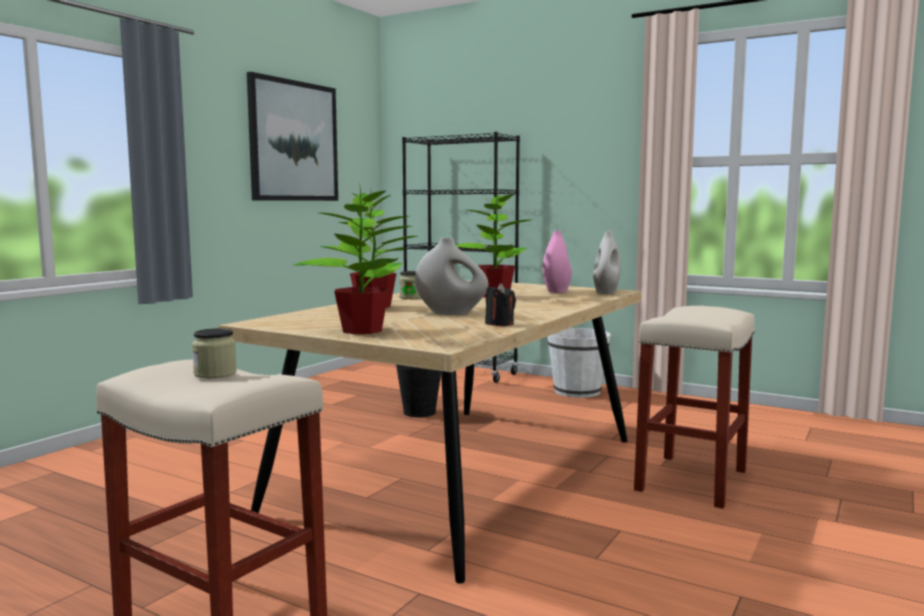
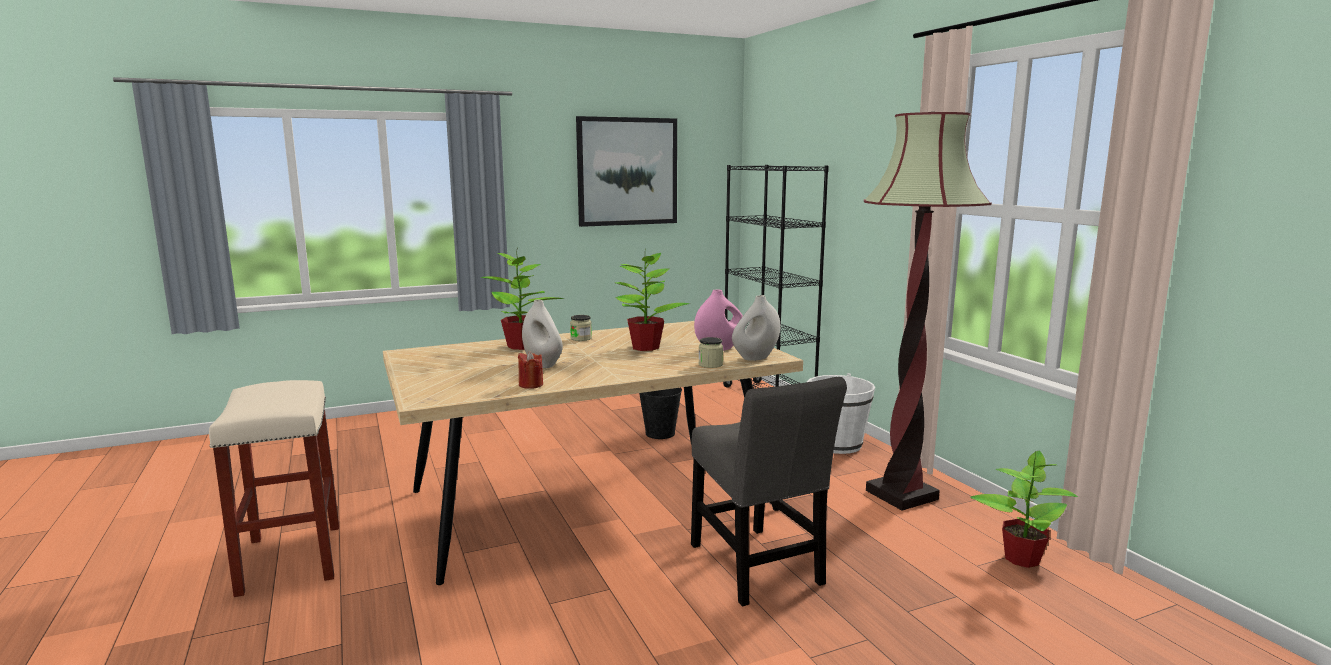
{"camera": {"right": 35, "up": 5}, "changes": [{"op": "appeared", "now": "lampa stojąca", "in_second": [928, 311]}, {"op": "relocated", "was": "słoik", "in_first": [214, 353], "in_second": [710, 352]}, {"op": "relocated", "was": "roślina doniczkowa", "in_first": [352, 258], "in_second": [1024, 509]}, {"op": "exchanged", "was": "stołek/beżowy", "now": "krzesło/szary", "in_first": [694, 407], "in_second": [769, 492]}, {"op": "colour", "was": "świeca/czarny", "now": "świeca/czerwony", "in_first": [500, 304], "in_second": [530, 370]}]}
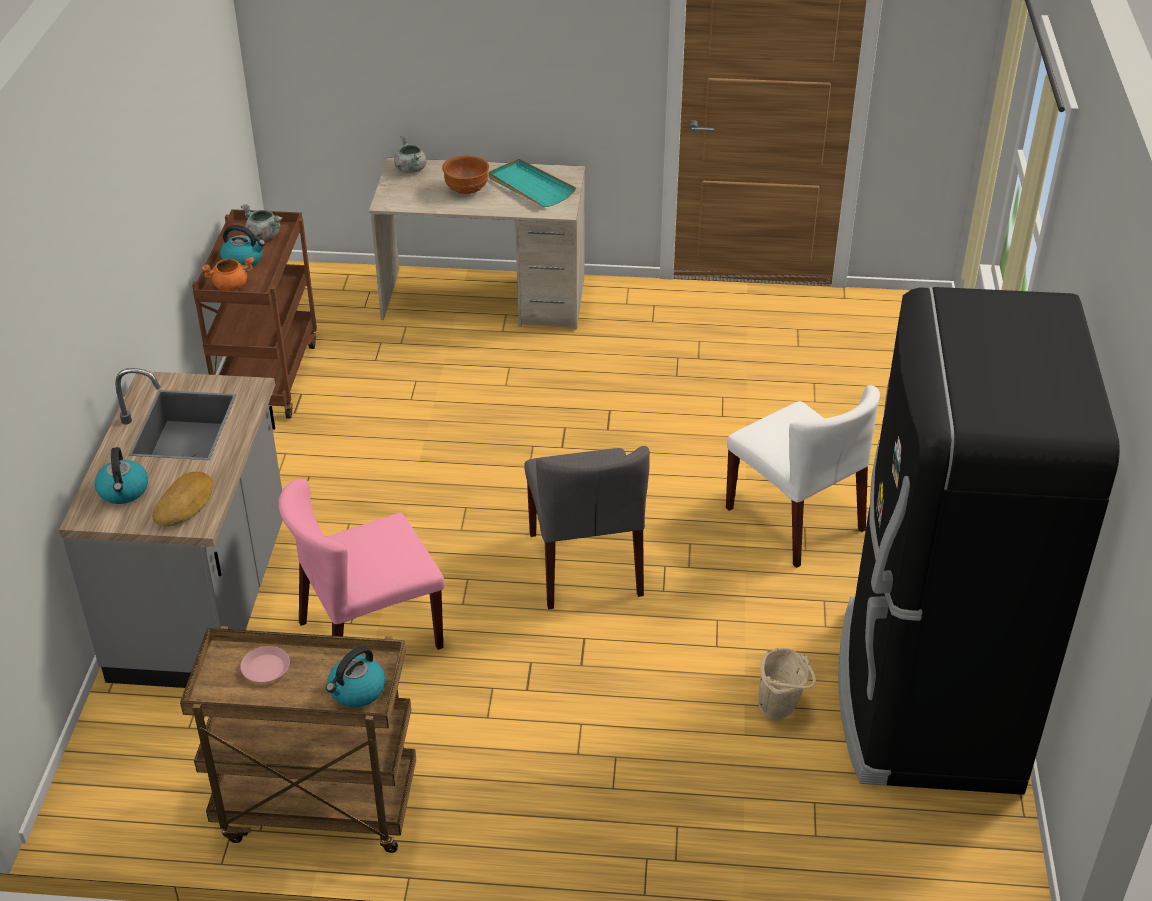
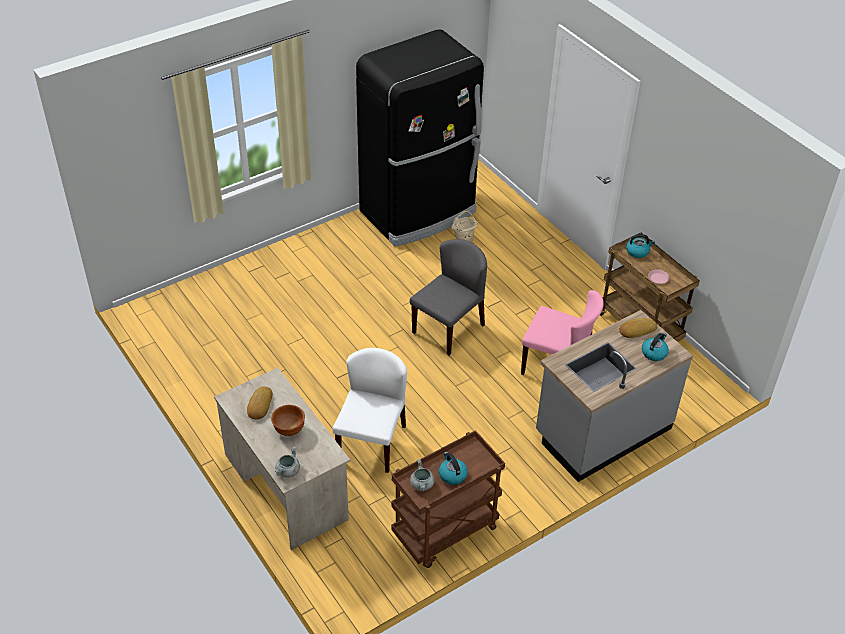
{"camera": {"right": -130, "up": 5}, "changes": [{"op": "missing", "was": "garnek/pomarańczowy", "in_first": [227, 274]}, {"op": "relocated", "was": "krzesło/biały", "in_first": [803, 476], "in_second": [369, 410]}, {"op": "exchanged", "was": "taca/turkusowy", "now": "chleb", "in_first": [532, 183], "in_second": [260, 403]}]}
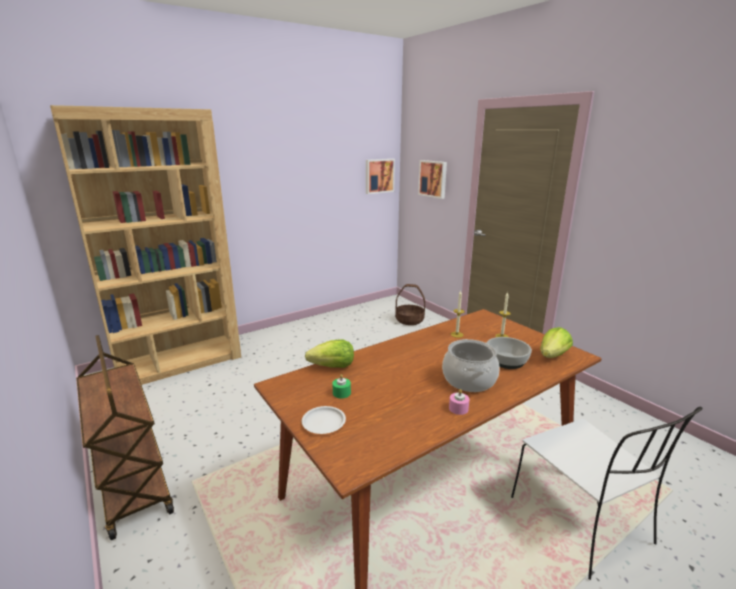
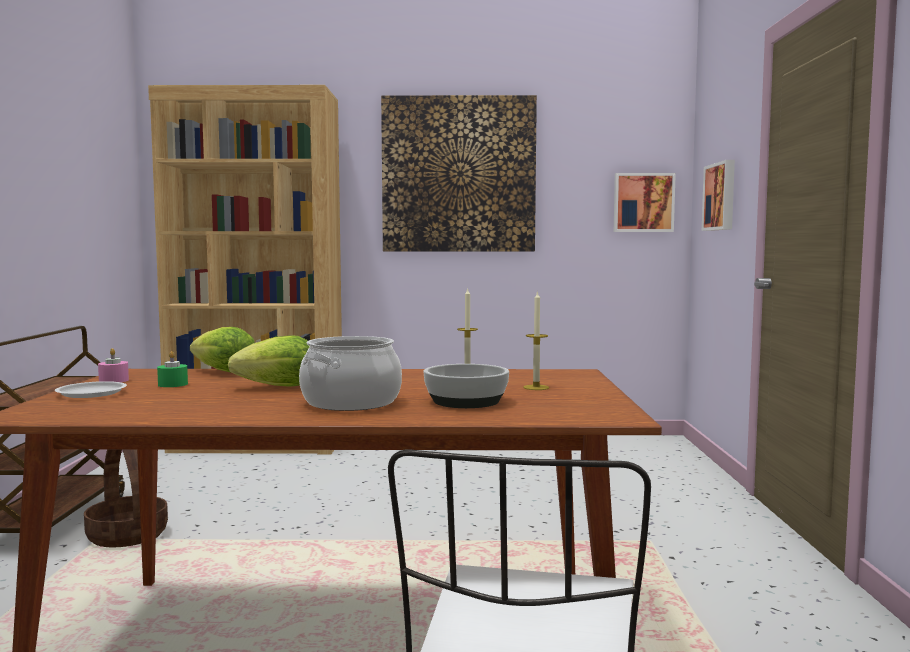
{"camera": {"right": 35, "up": -15}, "changes": [{"op": "appeared", "now": "obraz", "in_second": [459, 173]}, {"op": "relocated", "was": "koszyk", "in_first": [410, 304], "in_second": [126, 498]}, {"op": "relocated", "was": "świeca/różowy", "in_first": [459, 402], "in_second": [113, 365]}, {"op": "relocated", "was": "sałata", "in_first": [556, 342], "in_second": [269, 361]}]}
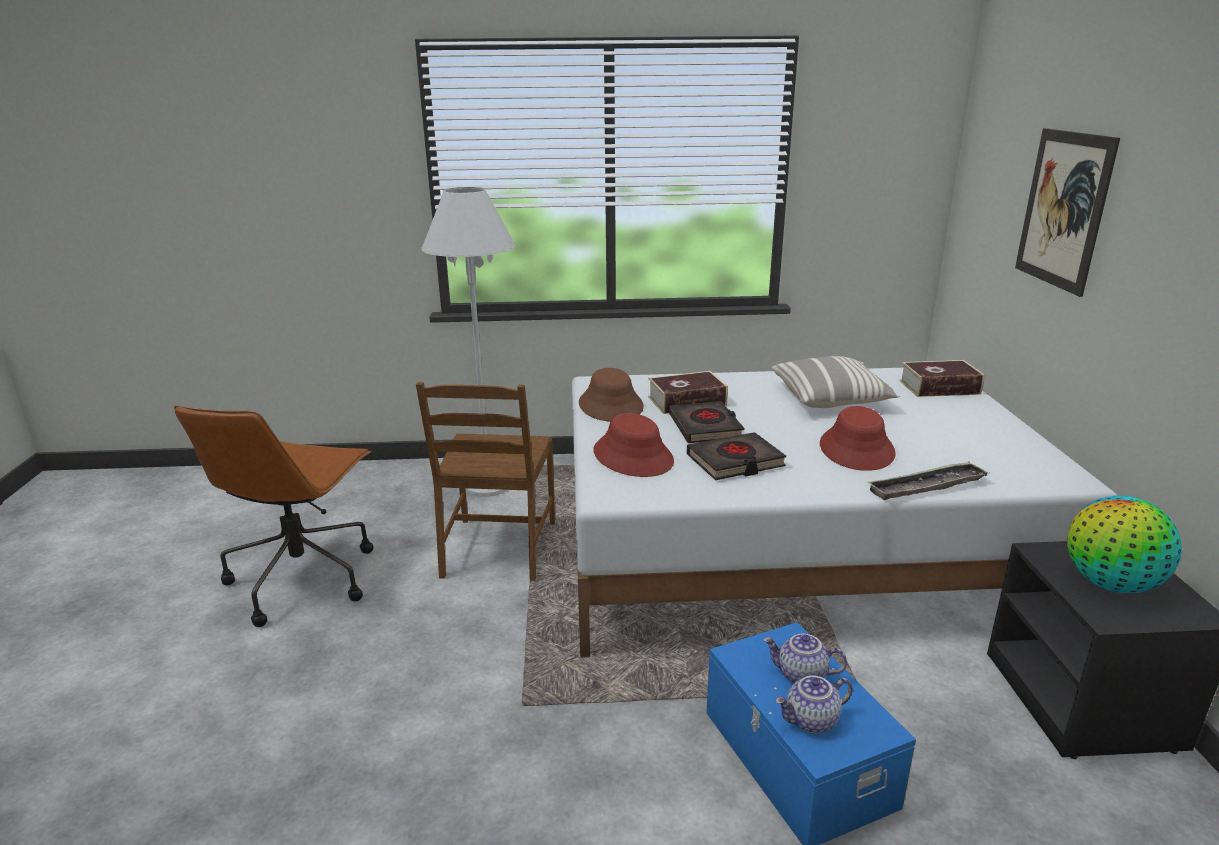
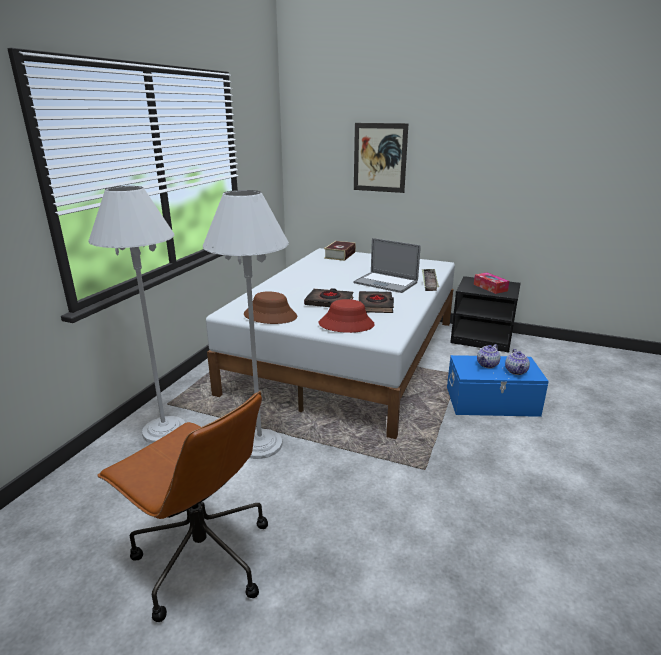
{"camera": {"right": -65, "up": 0}, "changes": [{"op": "missing", "was": "książka", "in_first": [688, 392]}, {"op": "missing", "was": "poduszka", "in_first": [836, 382]}, {"op": "exchanged", "was": "krzesło/brązowy", "now": "lampa stojąca/biały", "in_first": [485, 481], "in_second": [246, 324]}, {"op": "exchanged", "was": "kapelusz/czerwony", "now": "laptop", "in_first": [858, 438], "in_second": [387, 265]}, {"op": "exchanged", "was": "globus", "now": "pudełko chusteczek", "in_first": [1124, 544], "in_second": [491, 283]}]}
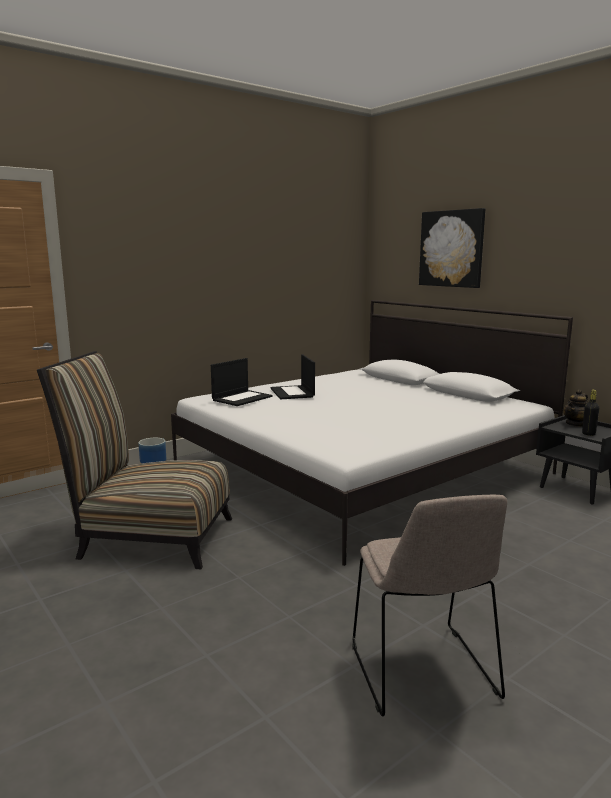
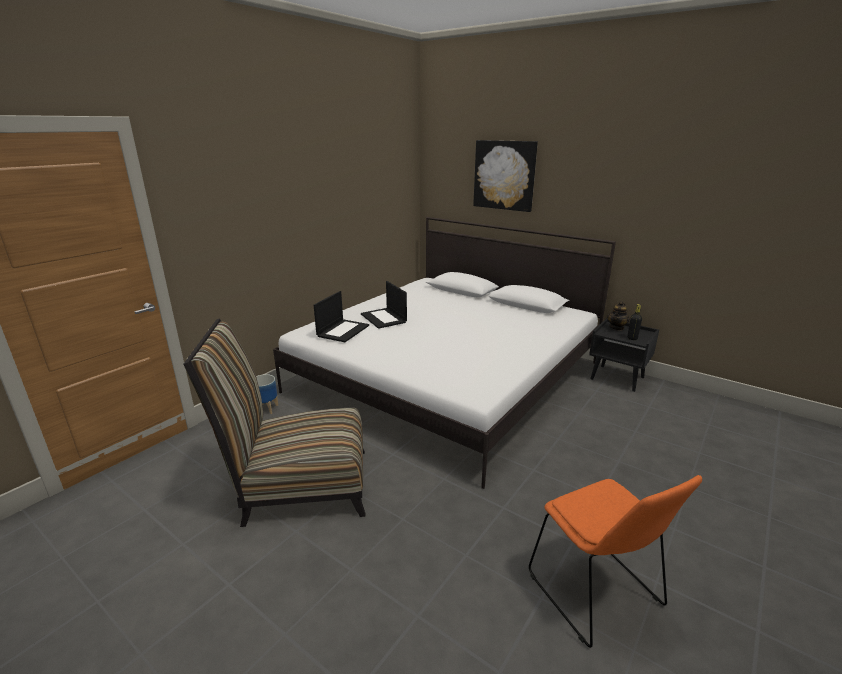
{"camera": {"right": -15, "up": 10}, "changes": [{"op": "colour", "was": "krzesło/beżowy", "now": "krzesło/pomarańczowy", "in_first": [429, 606], "in_second": [615, 561]}]}
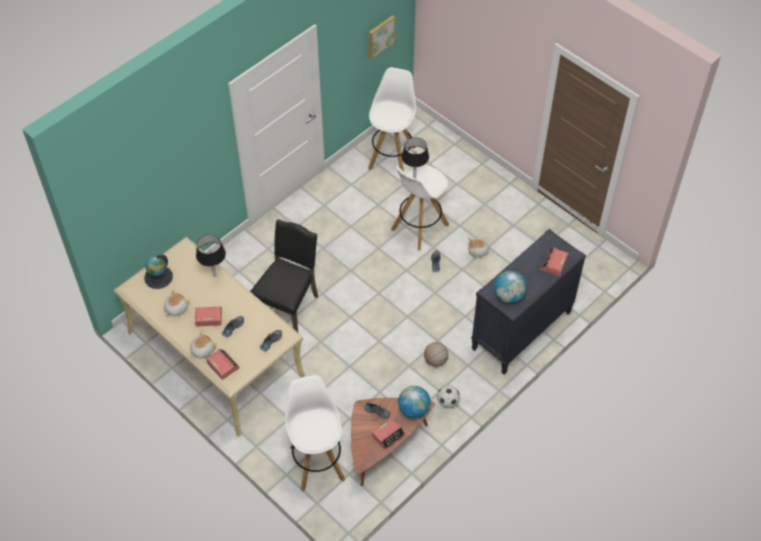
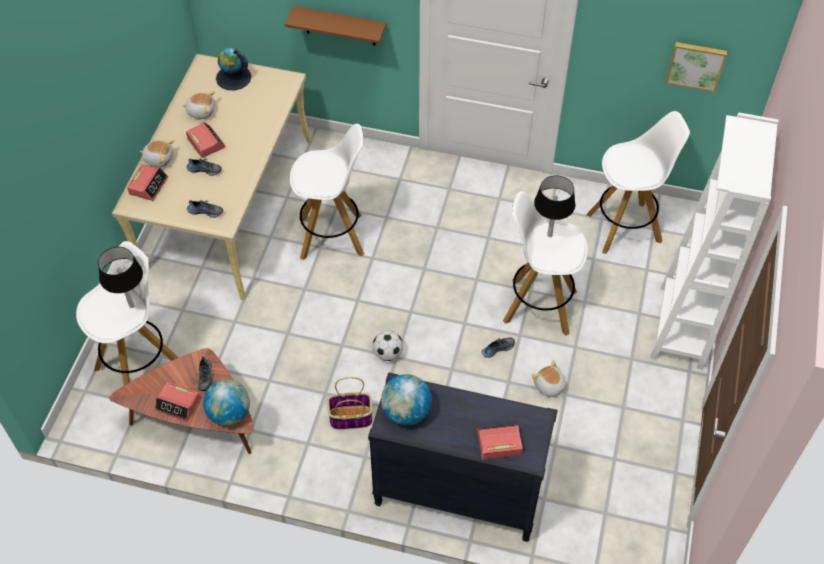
{"camera": {"right": 60, "up": 0}, "changes": [{"op": "appeared", "now": "półka/brązowy", "in_second": [335, 25]}, {"op": "appeared", "now": "regał/biały", "in_second": [714, 241]}, {"op": "relocated", "was": "lampa stołowa/czarny", "in_first": [211, 256], "in_second": [120, 277]}, {"op": "relocated", "was": "piłka futbolowa", "in_first": [448, 396], "in_second": [387, 345]}, {"op": "exchanged", "was": "krzesło/czarny", "now": "stołek/biały", "in_first": [284, 275], "in_second": [327, 192]}, {"op": "exchanged", "was": "piłka do koszykówki", "now": "koszyk", "in_first": [436, 354], "in_second": [350, 403]}]}
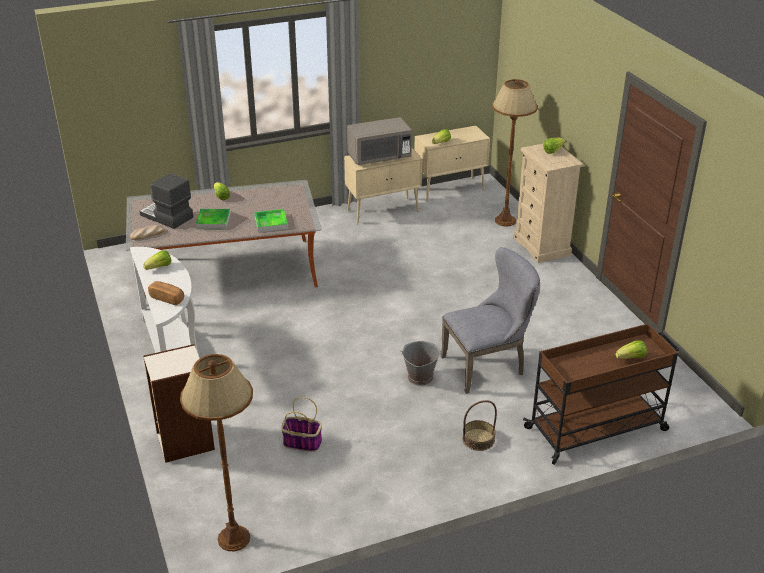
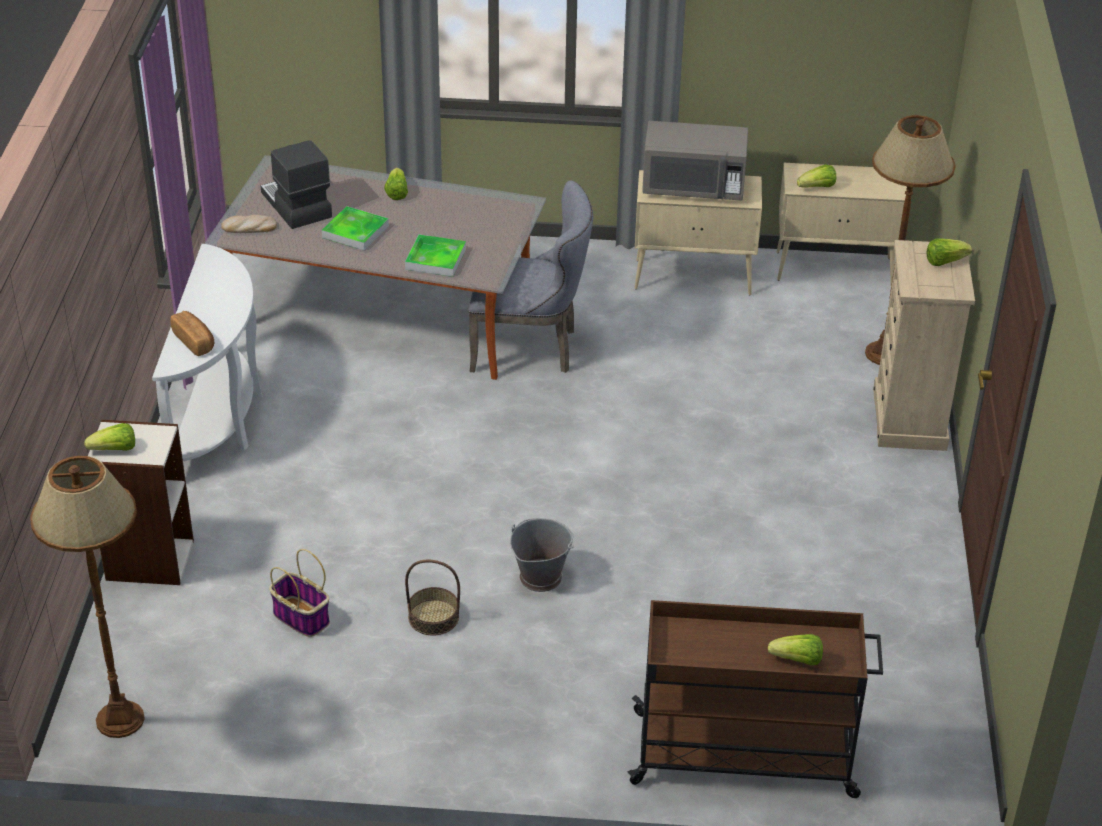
{"camera": {"right": 25, "up": 5}, "changes": [{"op": "relocated", "was": "sałata", "in_first": [157, 260], "in_second": [109, 437]}, {"op": "relocated", "was": "krzesło/szary", "in_first": [490, 320], "in_second": [530, 277]}, {"op": "relocated", "was": "koszyk", "in_first": [479, 425], "in_second": [432, 598]}]}
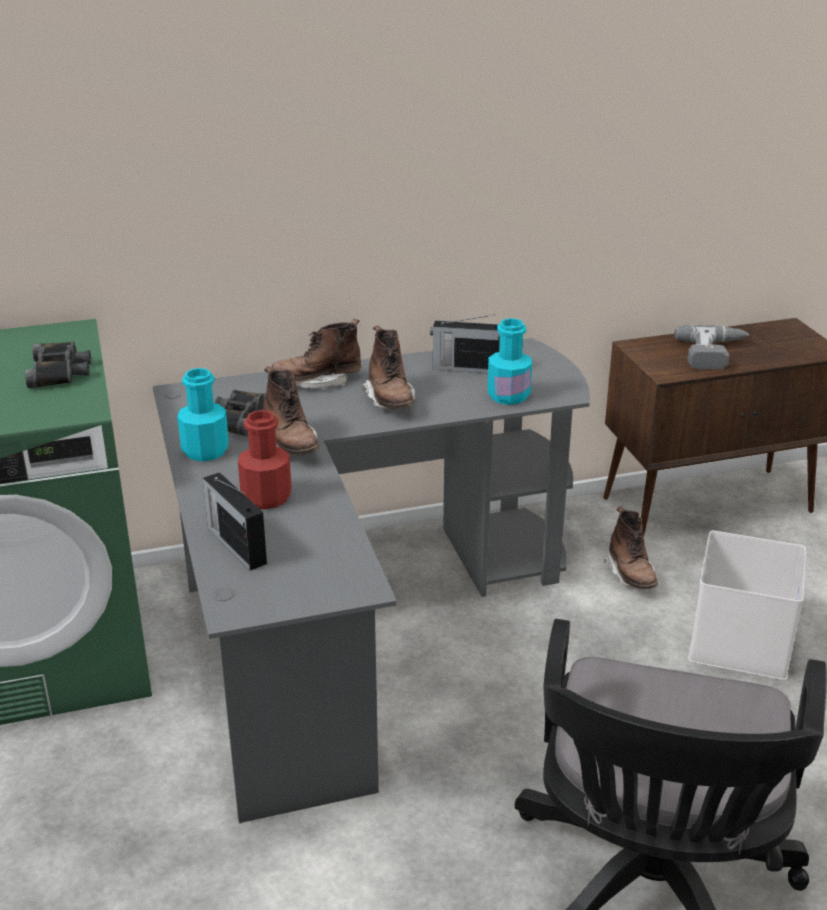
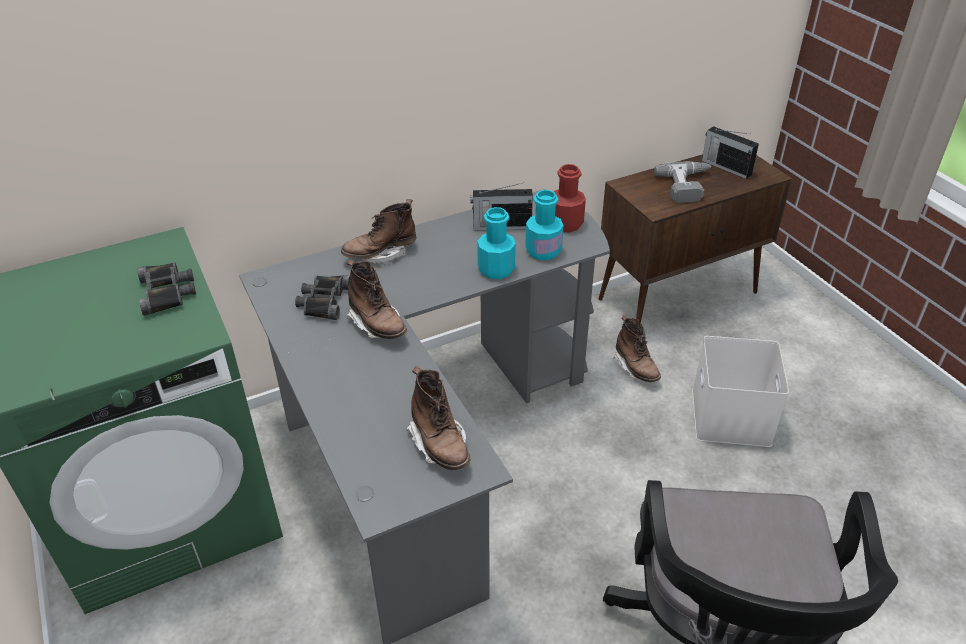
{"camera": {"right": -10, "up": 10}, "changes": [{"op": "relocated", "was": "butelka/turkusowy", "in_first": [203, 415], "in_second": [496, 243]}, {"op": "relocated", "was": "radio", "in_first": [235, 521], "in_second": [730, 152]}, {"op": "relocated", "was": "butelka/czerwony", "in_first": [265, 459], "in_second": [570, 198]}, {"op": "relocated", "was": "but z cholewką/brązowy", "in_first": [388, 367], "in_second": [438, 418]}]}
